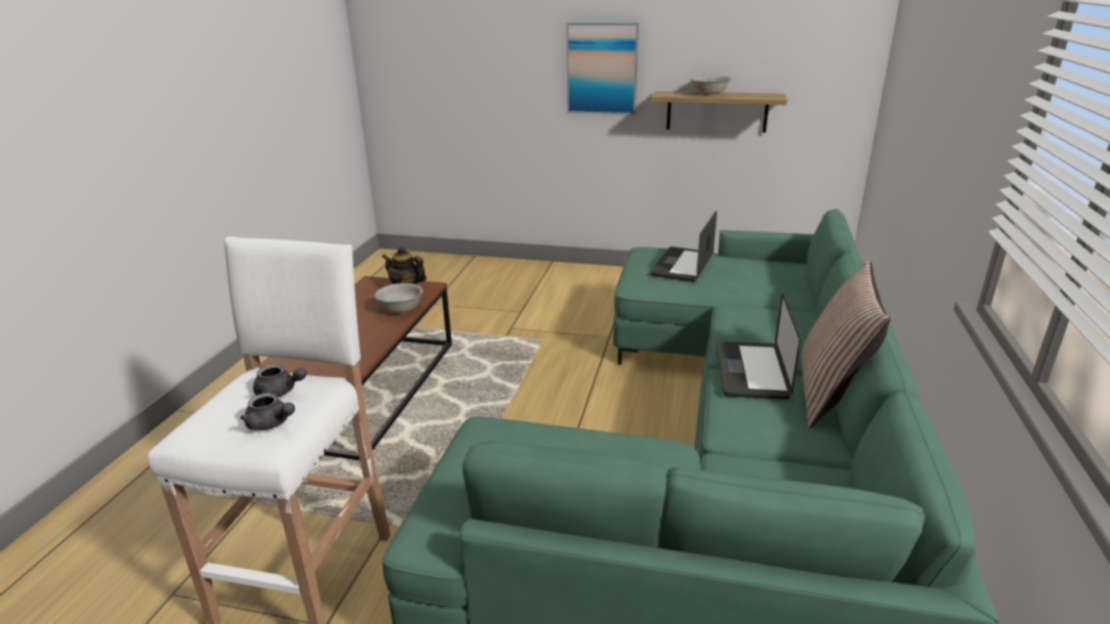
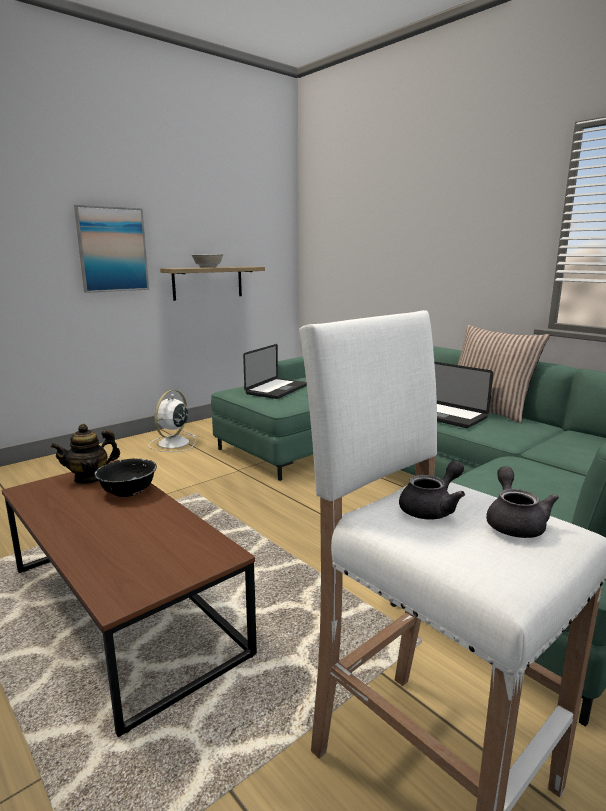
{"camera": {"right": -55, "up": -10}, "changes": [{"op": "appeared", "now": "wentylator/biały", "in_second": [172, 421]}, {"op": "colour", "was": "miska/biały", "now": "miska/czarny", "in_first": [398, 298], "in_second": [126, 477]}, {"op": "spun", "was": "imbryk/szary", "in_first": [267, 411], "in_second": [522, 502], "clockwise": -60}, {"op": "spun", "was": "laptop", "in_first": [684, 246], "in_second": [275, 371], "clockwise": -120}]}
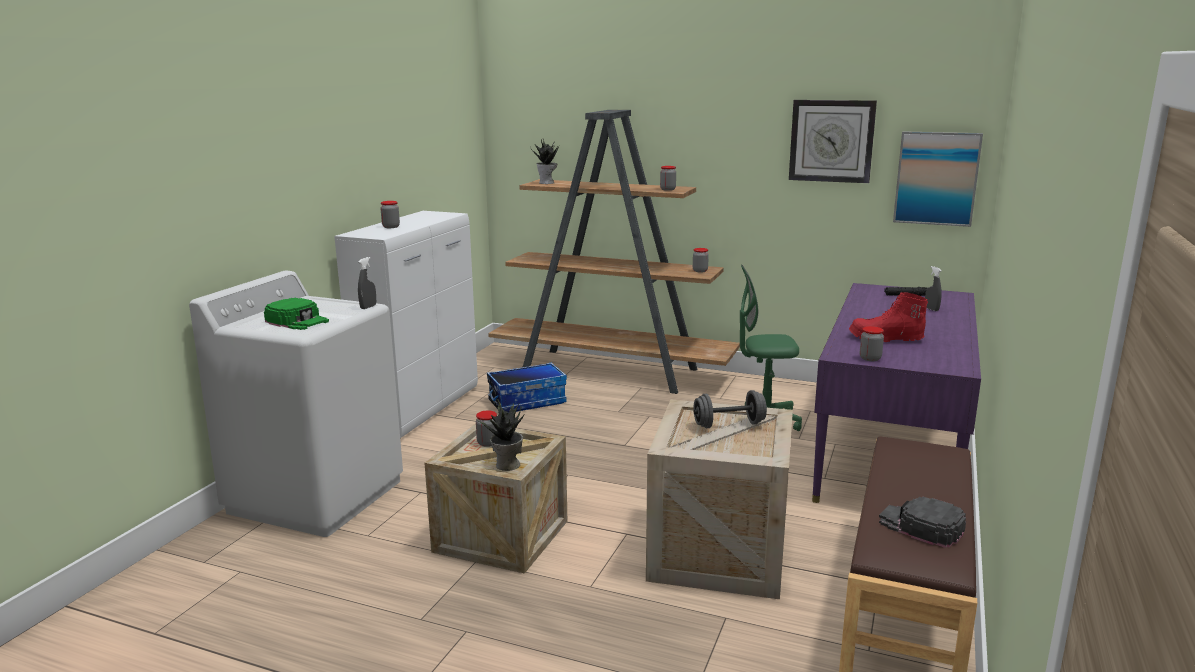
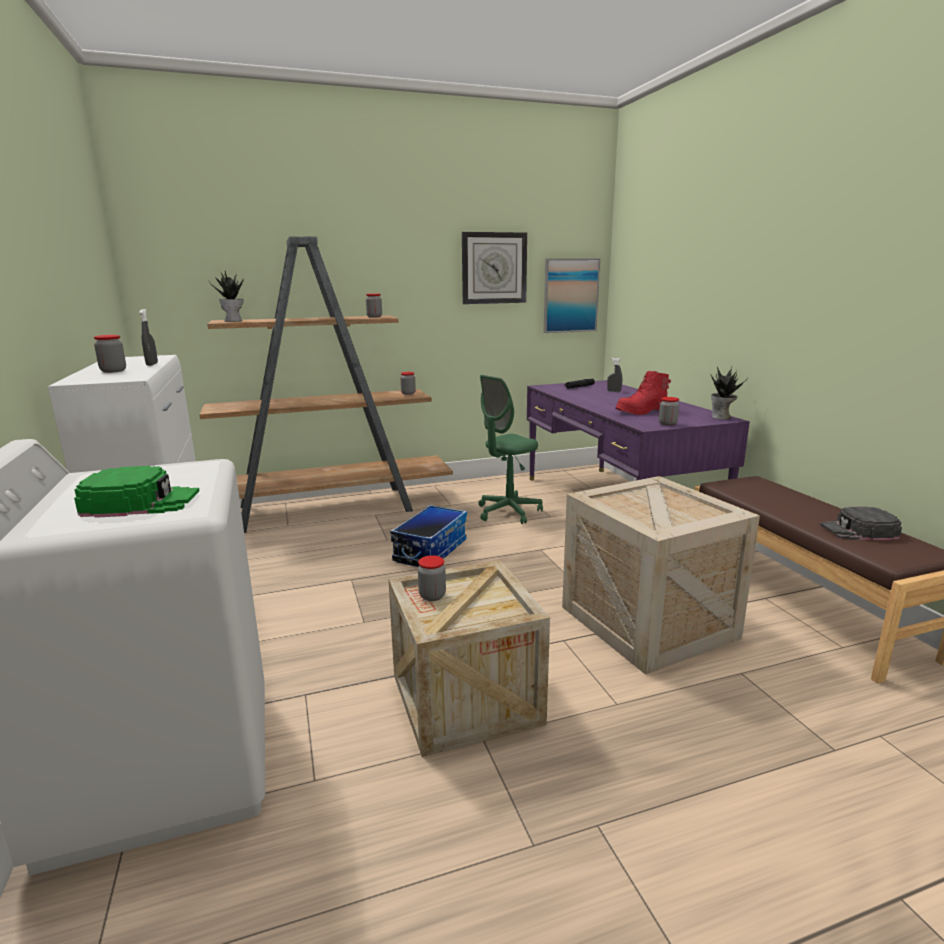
{"camera": {"right": -40, "up": 0}, "changes": [{"op": "missing", "was": "hantel/szary", "in_first": [730, 409]}, {"op": "relocated", "was": "spryskiwacz/szary", "in_first": [367, 283], "in_second": [148, 337]}, {"op": "relocated", "was": "roślina doniczkowa", "in_first": [502, 435], "in_second": [728, 393]}, {"op": "relocated", "was": "pojemnik do przechowywania", "in_first": [527, 387], "in_second": [428, 536]}]}
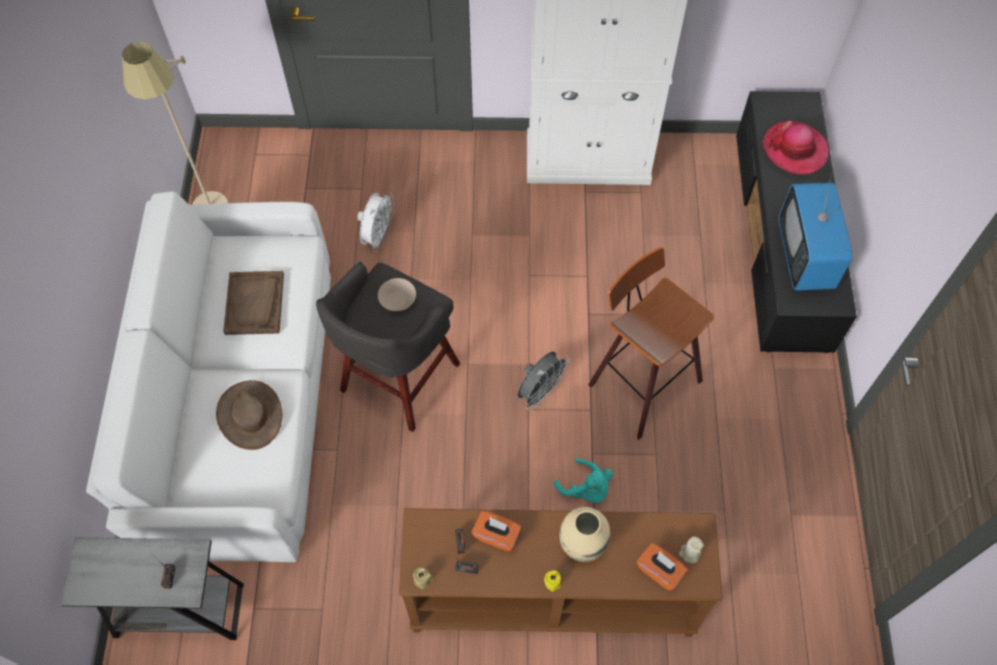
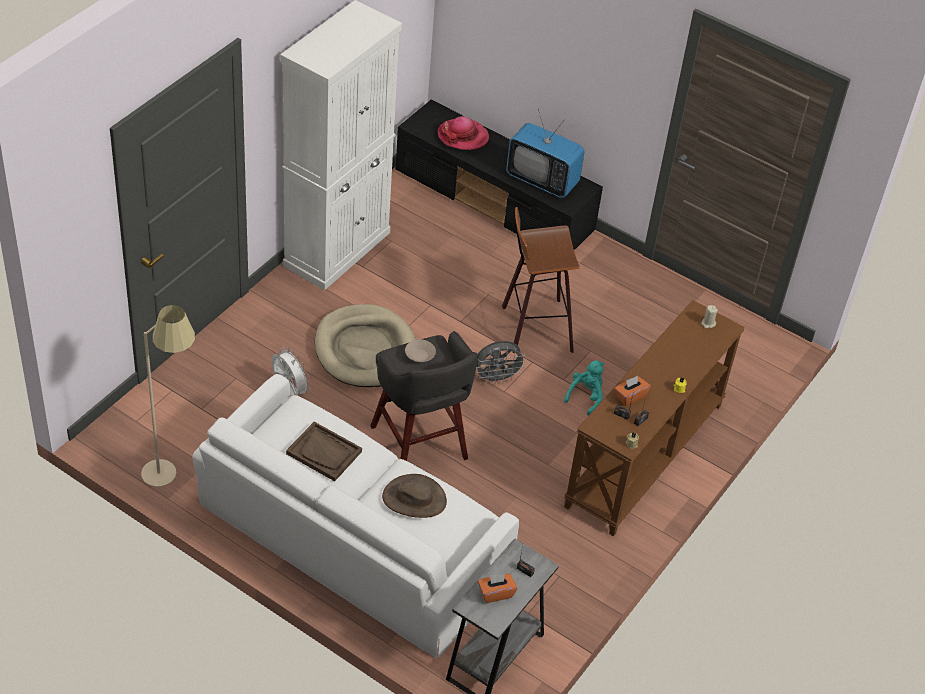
{"camera": {"right": -60, "up": -15}, "changes": [{"op": "missing", "was": "wazon/beżowy", "in_first": [584, 534]}, {"op": "appeared", "now": "legowisko/beżowy", "in_second": [365, 345]}, {"op": "relocated", "was": "pudełko chusteczek/pomarańczowy", "in_first": [662, 566], "in_second": [497, 588]}, {"op": "spun", "was": "wentylator/szary", "in_first": [544, 381], "in_second": [501, 363], "clockwise": 90}, {"op": "spun", "was": "pluszak/turkusowy", "in_first": [583, 480], "in_second": [584, 388], "clockwise": -45}]}
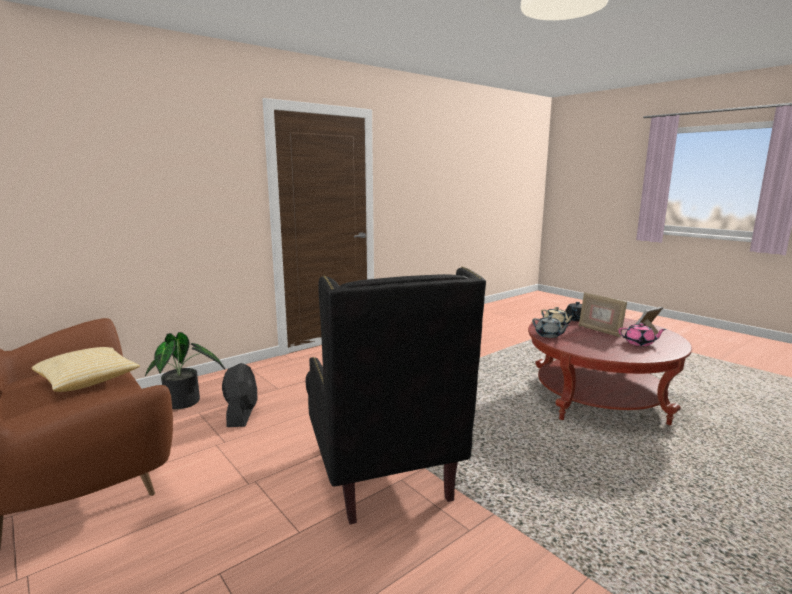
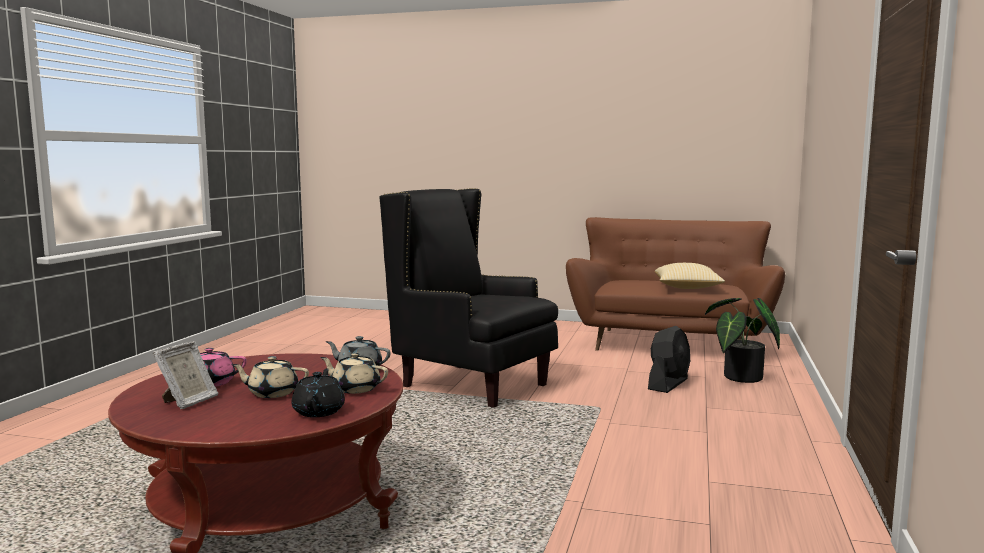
{"camera": {"right": 145, "up": -5}, "changes": [{"op": "exchanged", "was": "ramka na zdjęcie", "now": "imbryk/beżowy", "in_first": [603, 314], "in_second": [270, 377]}, {"op": "spun", "was": "wentylator/czarny", "in_first": [239, 395], "in_second": [669, 359], "clockwise": -105}]}
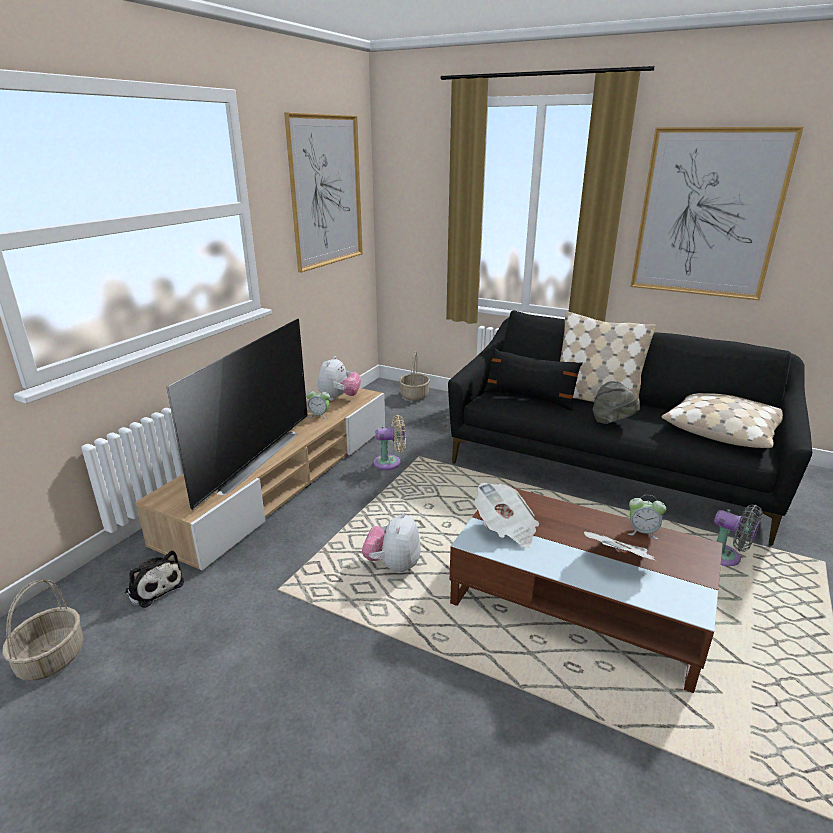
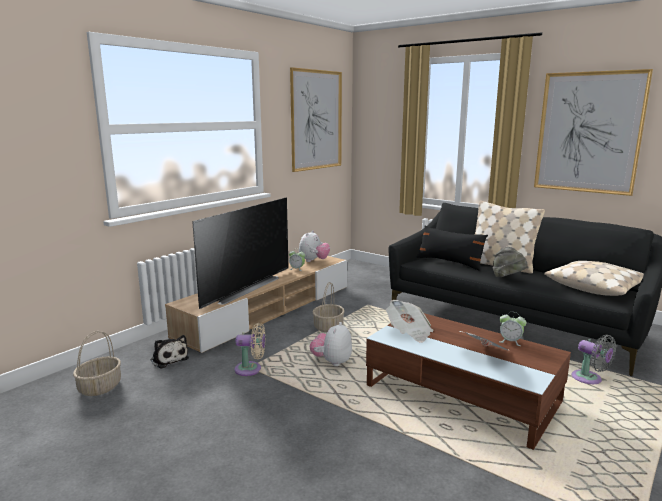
{"camera": {"right": 10, "up": -10}, "changes": [{"op": "relocated", "was": "wentylator/beżowy", "in_first": [389, 442], "in_second": [249, 349]}, {"op": "relocated", "was": "koszyk", "in_first": [414, 376], "in_second": [329, 307]}]}
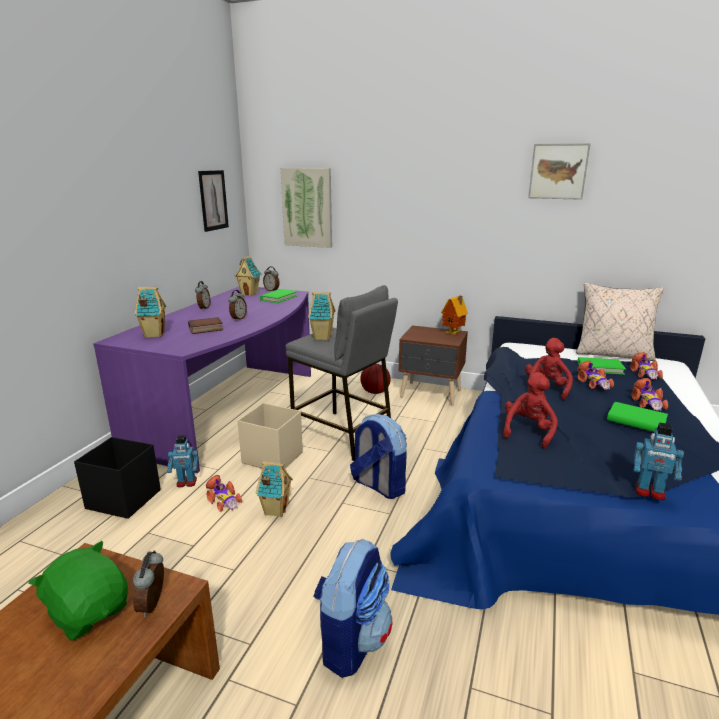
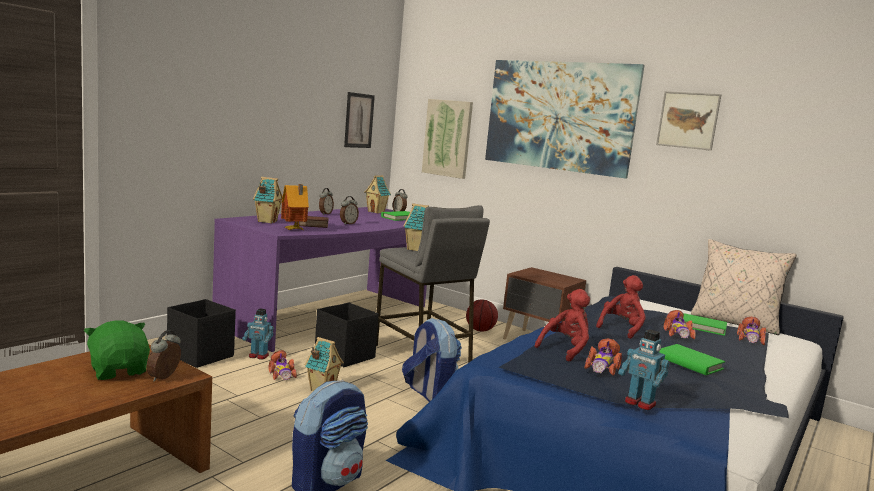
{"camera": {"right": 15, "up": -10}, "changes": [{"op": "appeared", "now": "obraz", "in_second": [565, 119]}, {"op": "relocated", "was": "domek", "in_first": [454, 315], "in_second": [295, 207]}, {"op": "relocated", "was": "samochodzik", "in_first": [650, 394], "in_second": [603, 357]}, {"op": "colour", "was": "pojemnik do przechowywania/beżowy", "now": "pojemnik do przechowywania/czarny", "in_first": [270, 436], "in_second": [347, 334]}]}
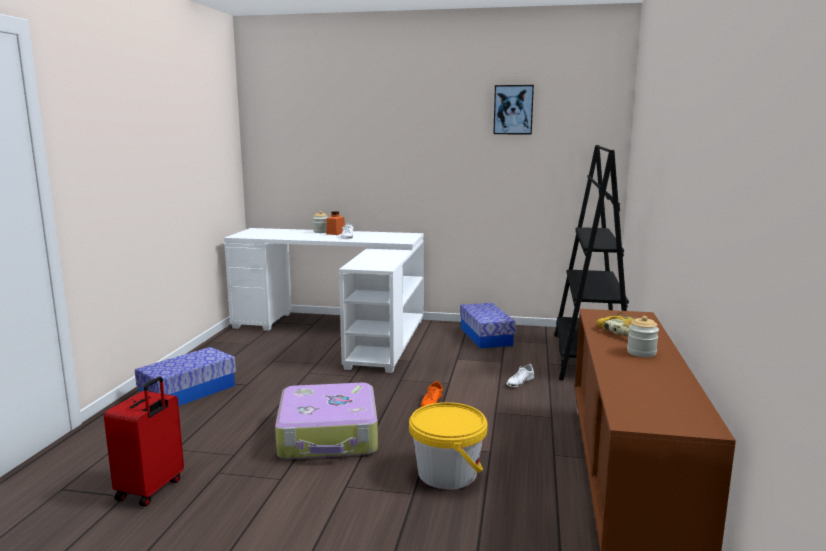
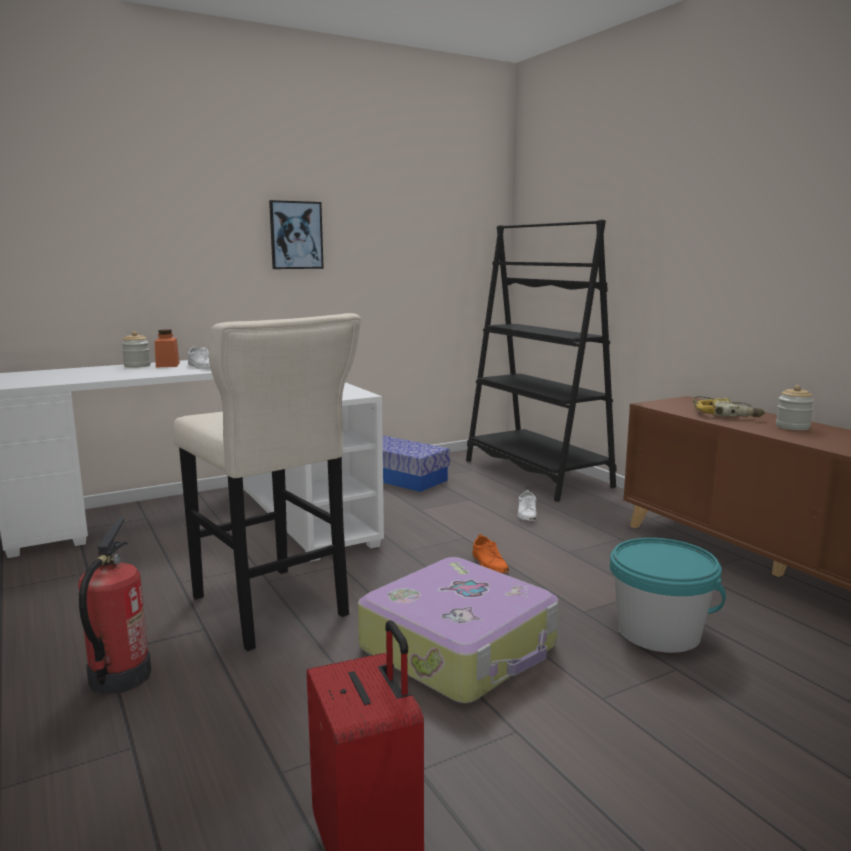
{"camera": {"right": -40, "up": 0}, "changes": [{"op": "appeared", "now": "stołek/beżowy", "in_second": [267, 482]}, {"op": "relocated", "was": "obraz", "in_first": [513, 109], "in_second": [296, 234]}, {"op": "exchanged", "was": "pojemnik do przechowywania", "now": "gaśnica", "in_first": [185, 376], "in_second": [114, 605]}, {"op": "colour", "was": "wiadro/żółty", "now": "wiadro/turkusowy", "in_first": [448, 445], "in_second": [668, 595]}]}
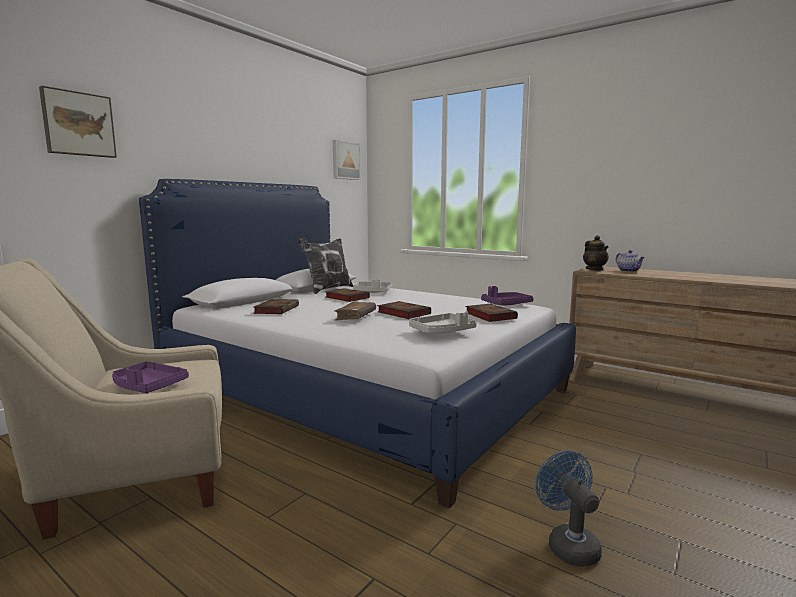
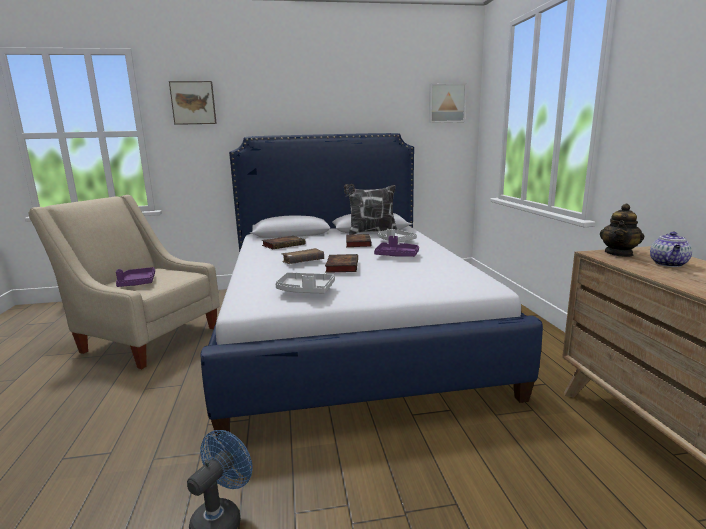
{"camera": {"right": 45, "up": 5}, "changes": [{"op": "missing", "was": "książka", "in_first": [491, 313]}, {"op": "relocated", "was": "taca/fioletowy", "in_first": [507, 295], "in_second": [396, 246]}]}
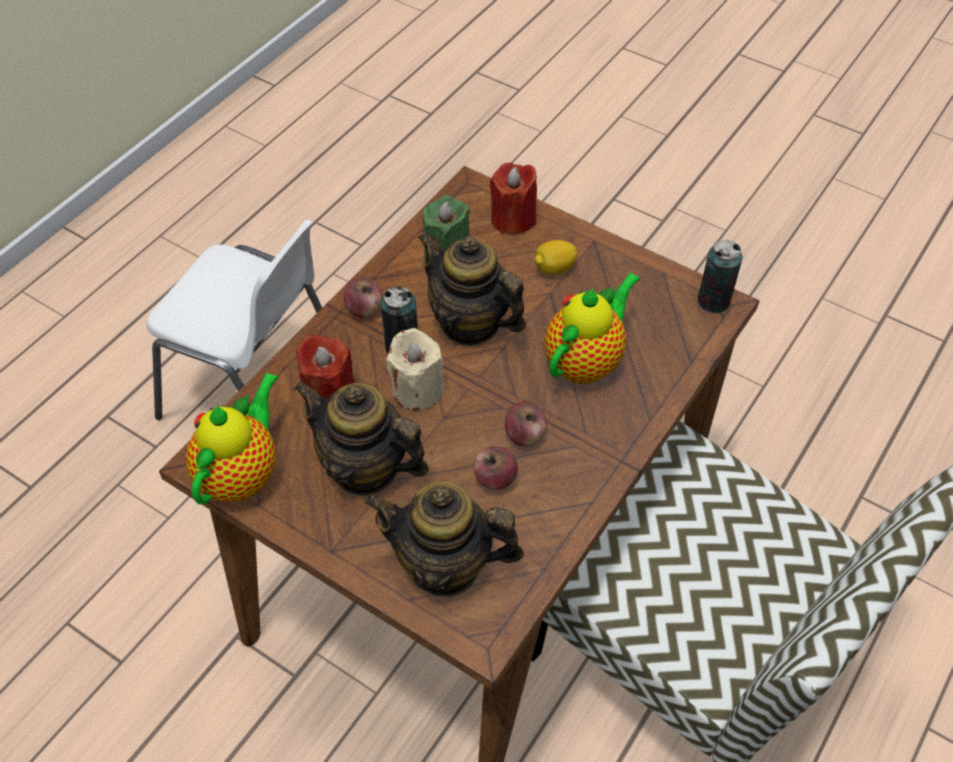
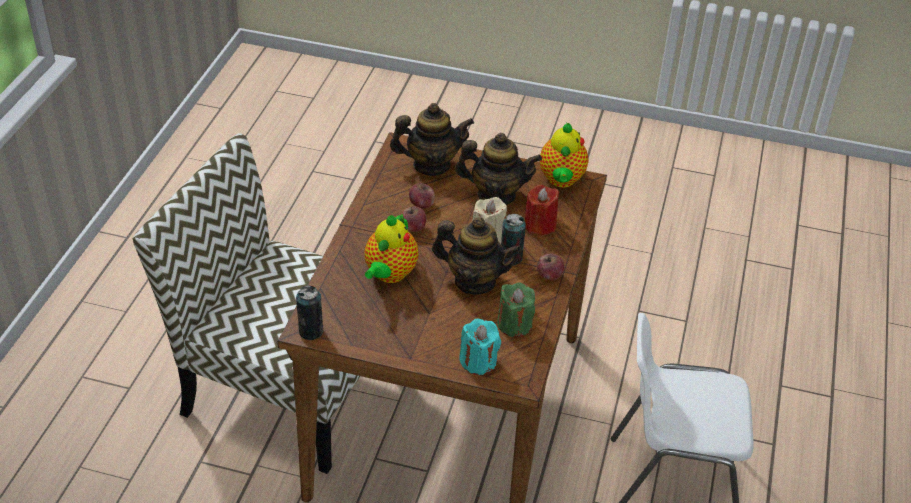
{"camera": {"right": 160, "up": -10}, "changes": [{"op": "missing", "was": "cytryna", "in_first": [556, 257]}, {"op": "colour", "was": "świeca/czerwony", "now": "świeca/turkusowy", "in_first": [513, 198], "in_second": [480, 346]}]}
